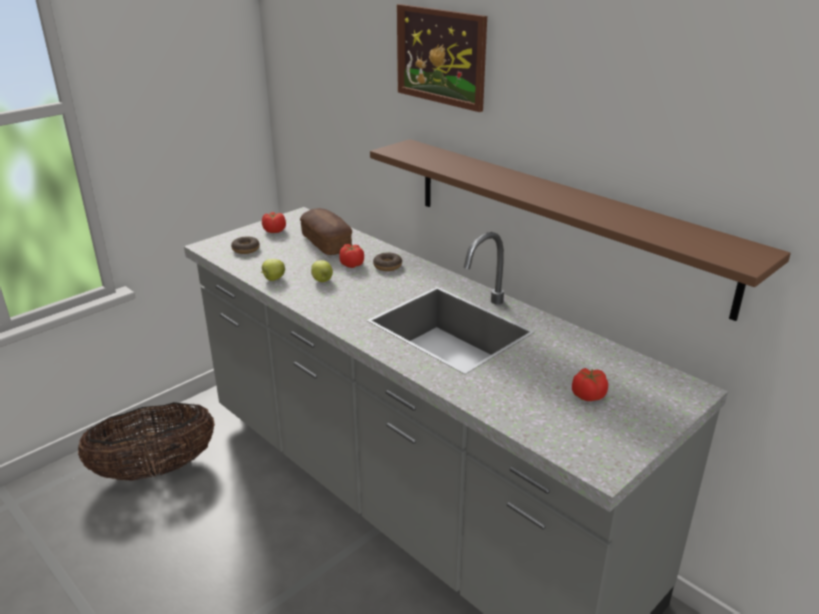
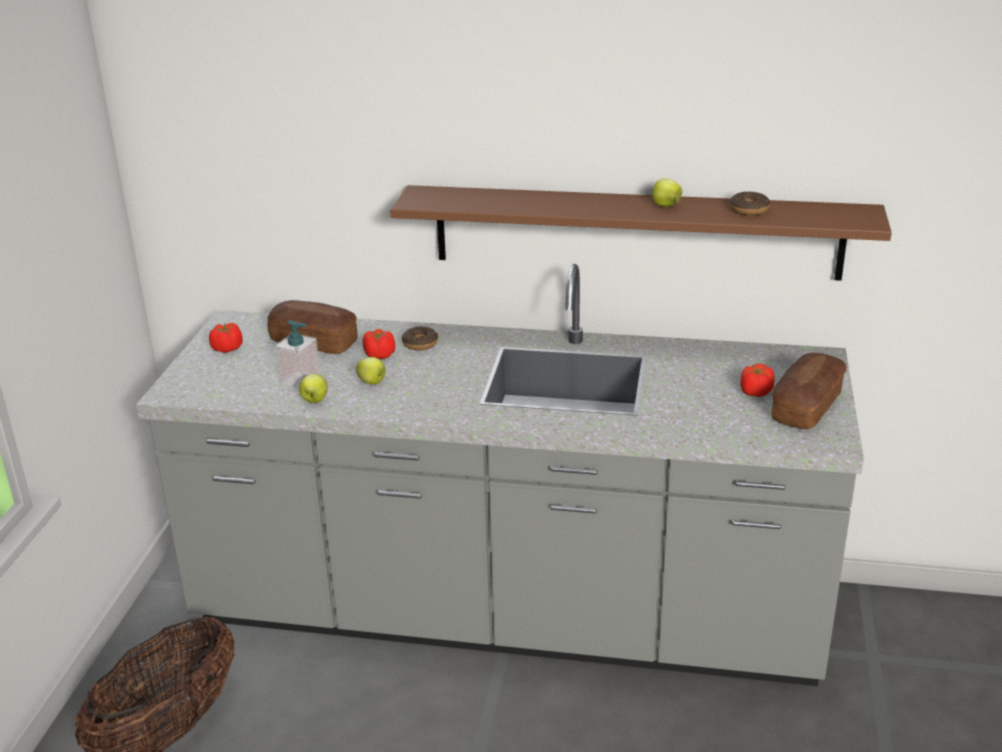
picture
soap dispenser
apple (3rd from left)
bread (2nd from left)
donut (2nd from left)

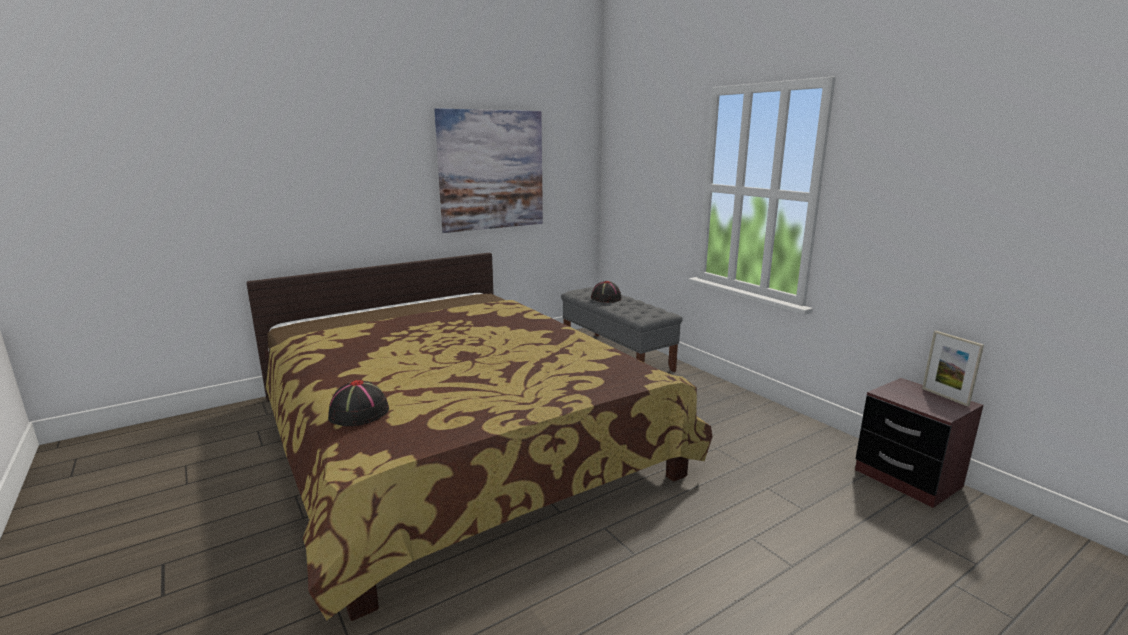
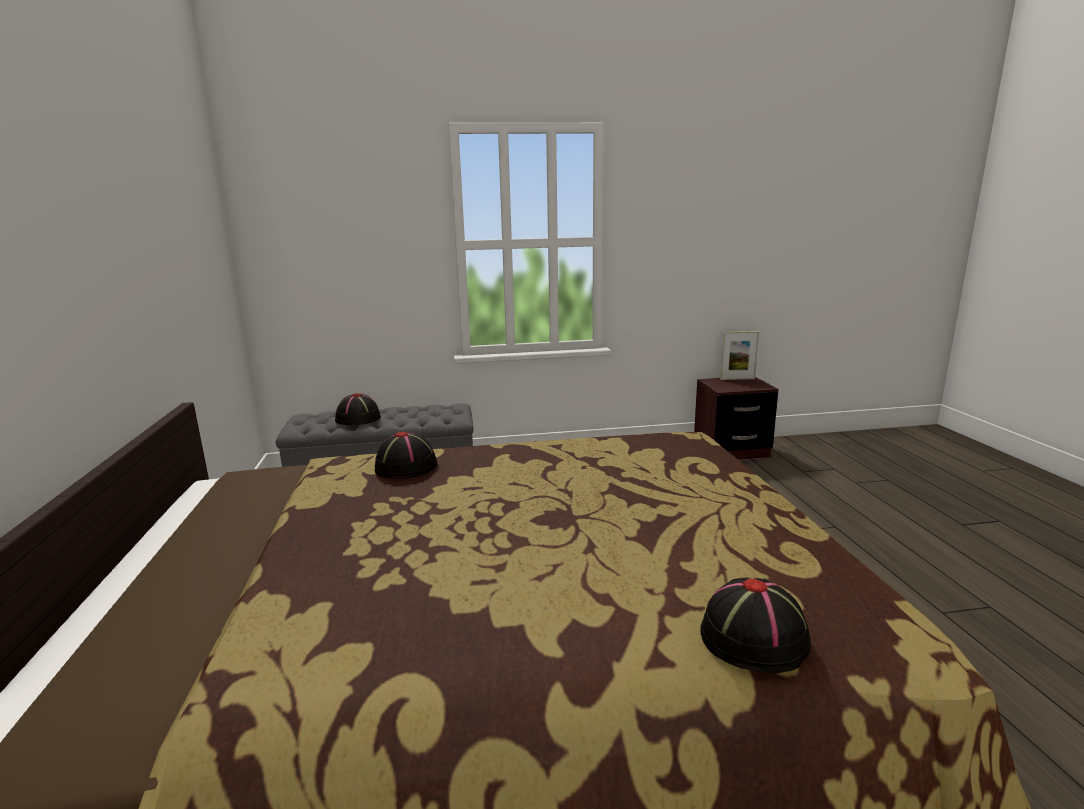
picture
hat (black) (2nd from left)

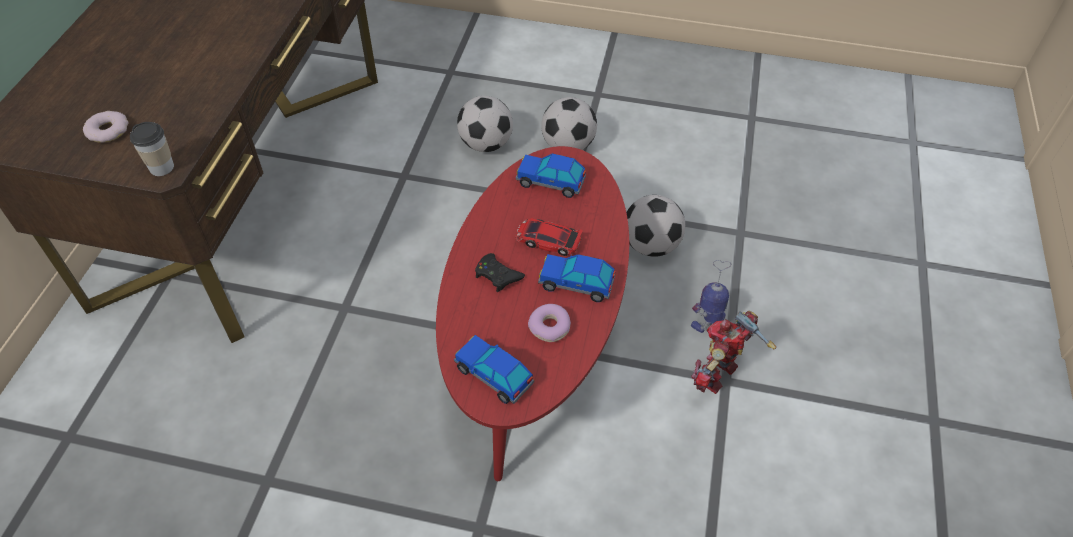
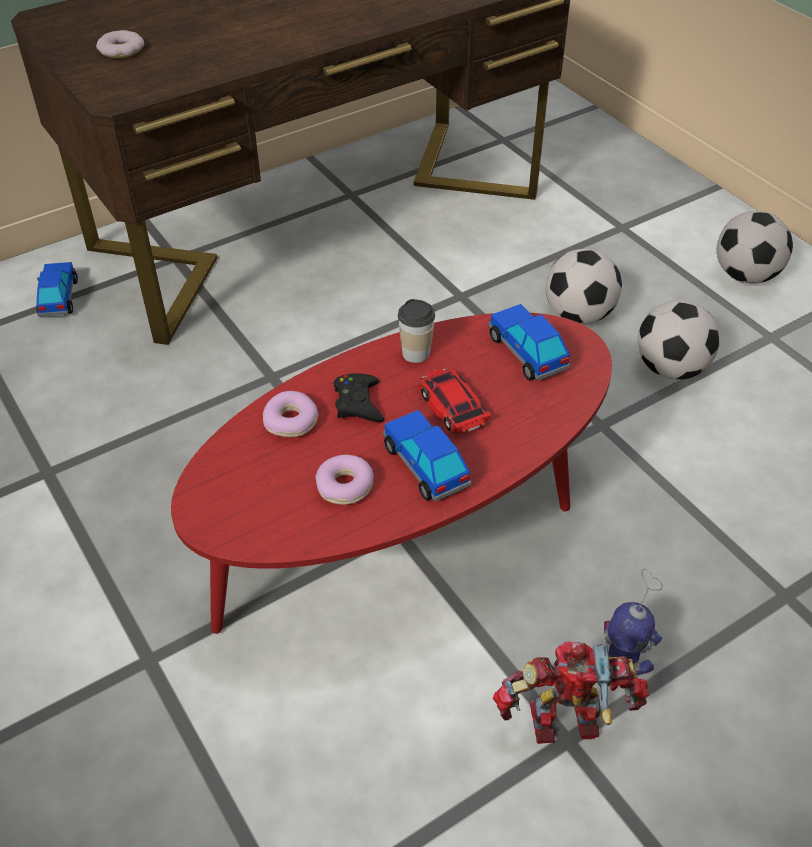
donut (2nd from left)
cup
toy car (1st from left)
football (3rd from left)

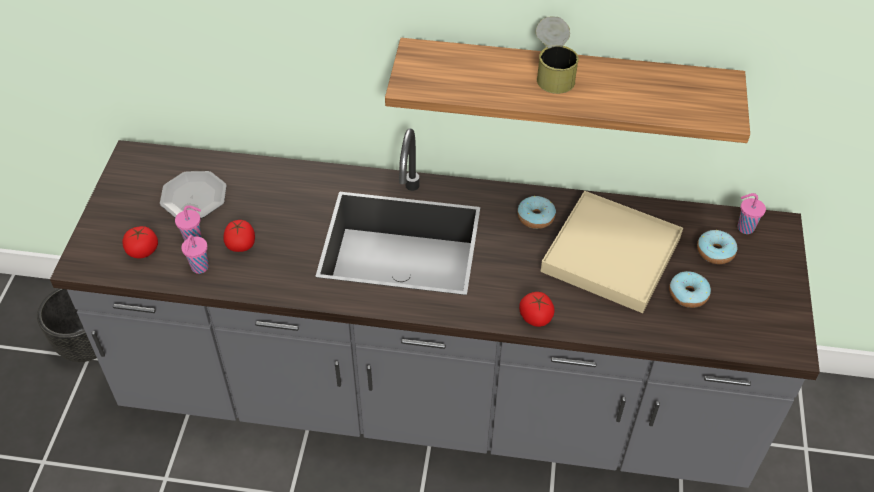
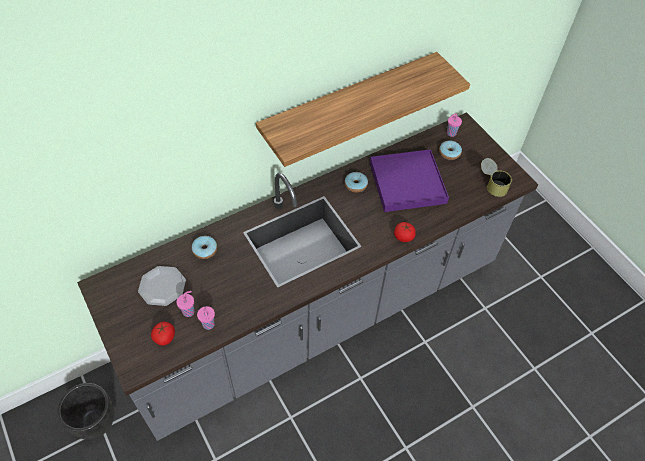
tomato (2nd from left in the first image)
can
donut (1st from left)
tray (purple)

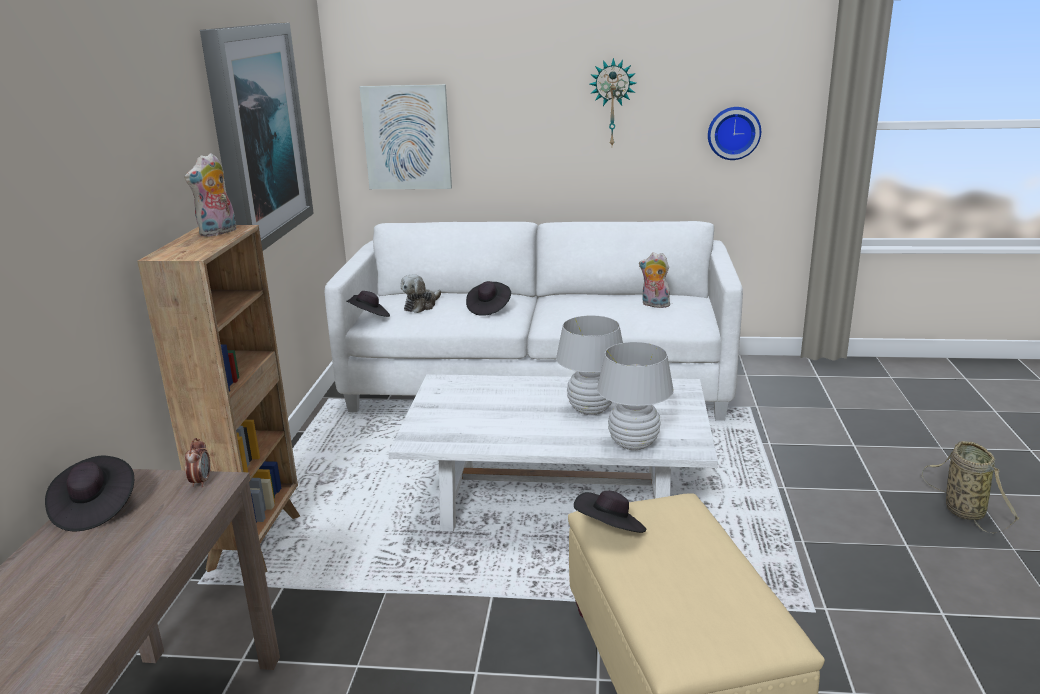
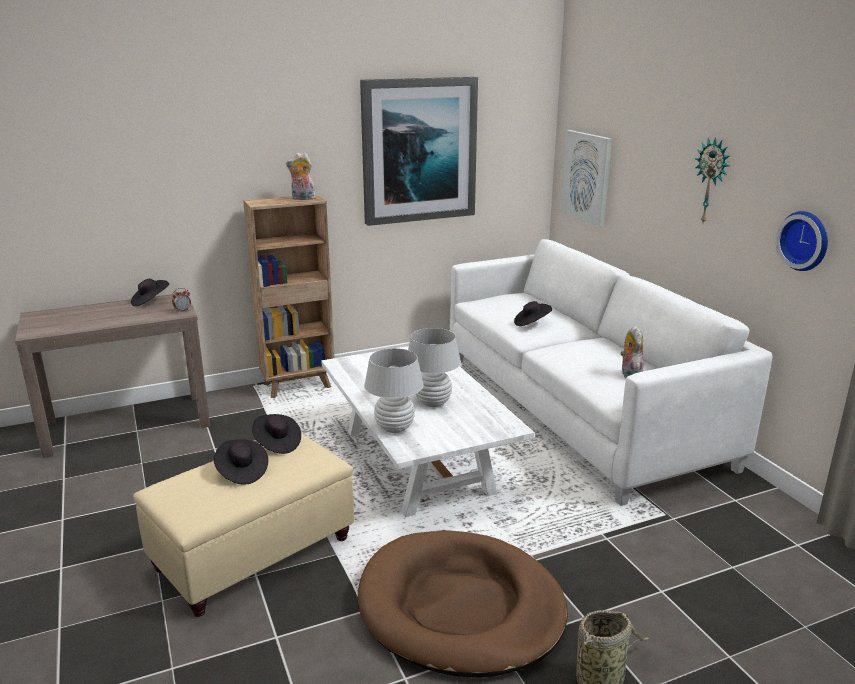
plush toy (2nd from left in the first image)
dog bed (brown)
hat (black) (2nd from left)

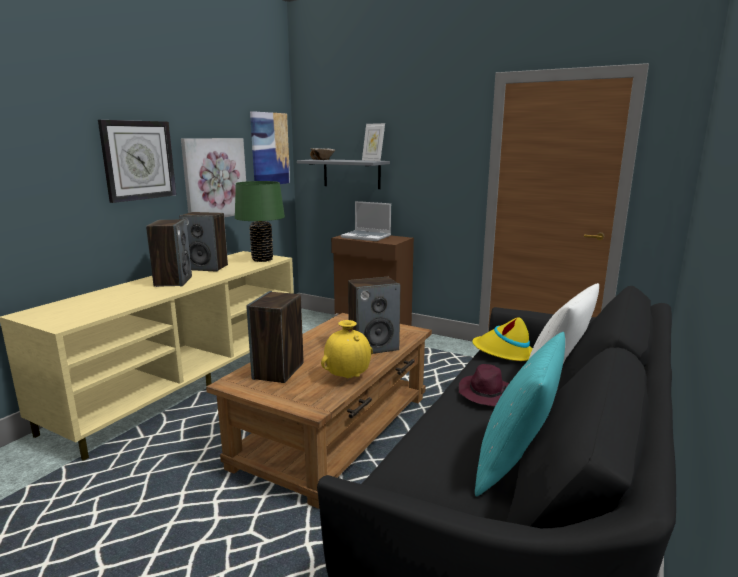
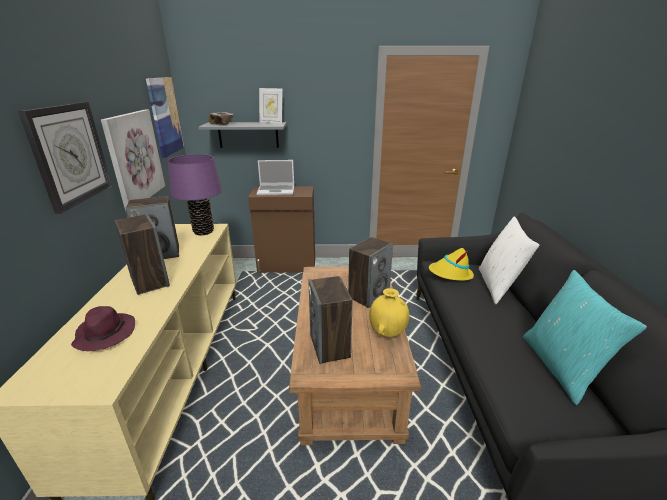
hat (purple)
table lamp (purple)

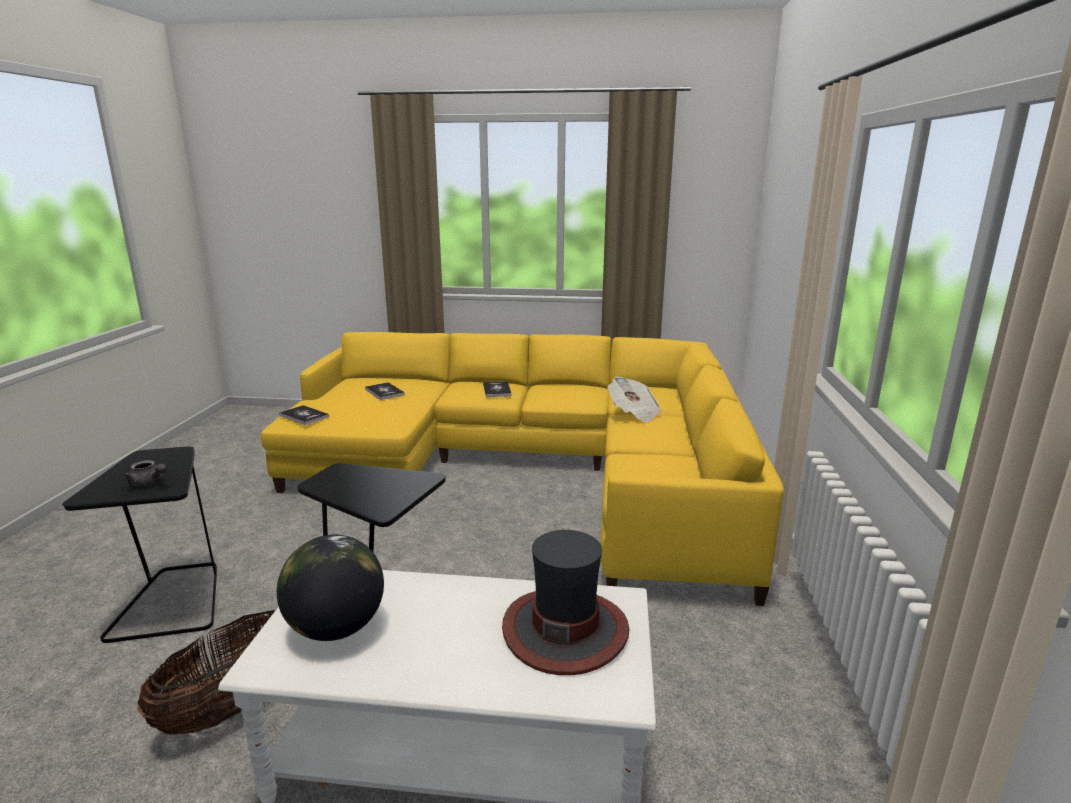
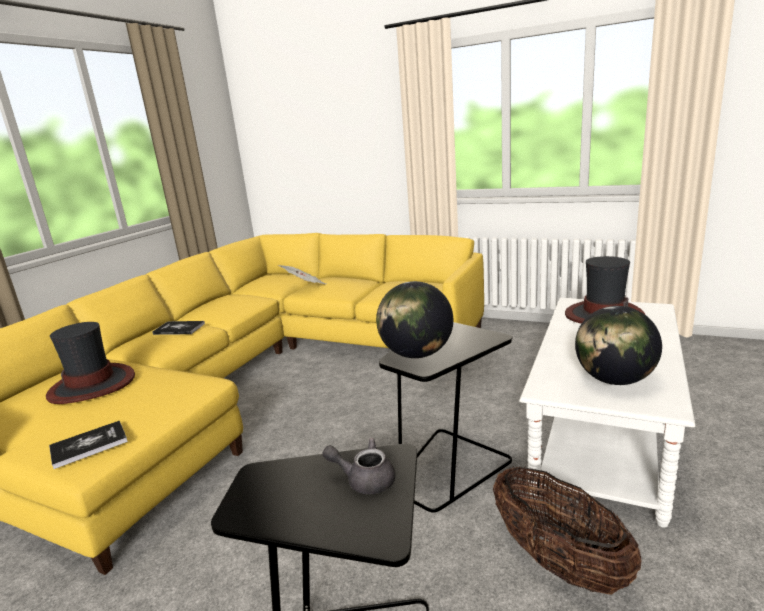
globe (1st from left)
hat (1st from left)
teapot (grey)

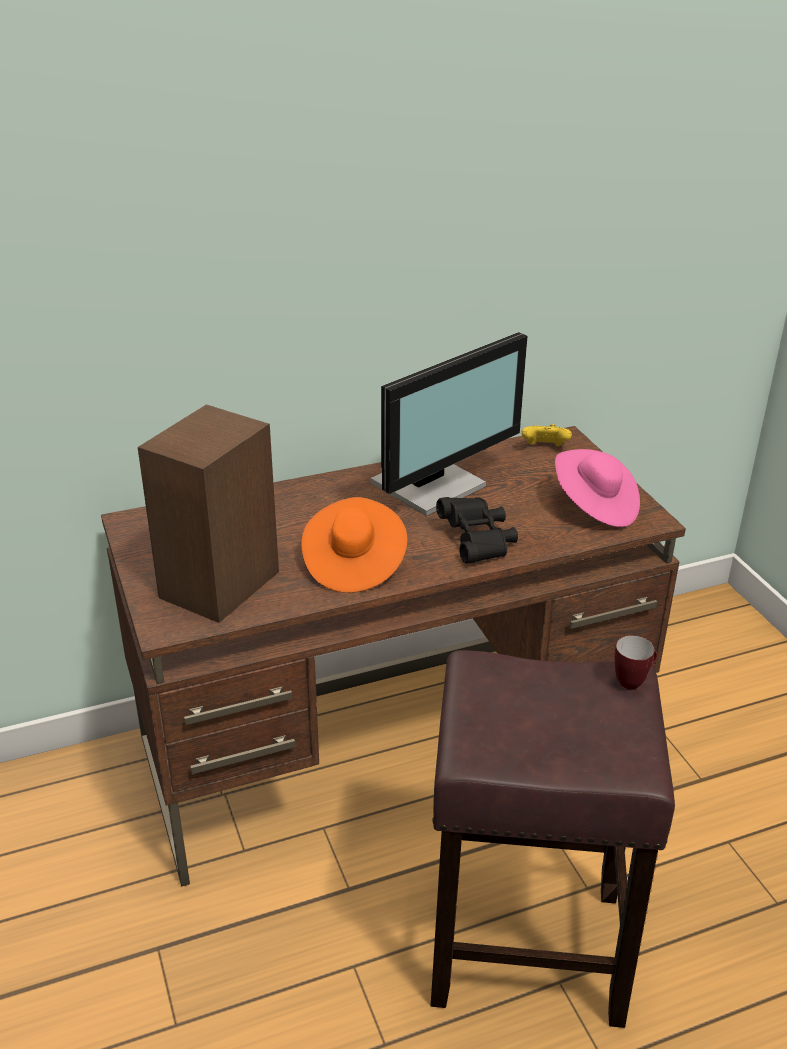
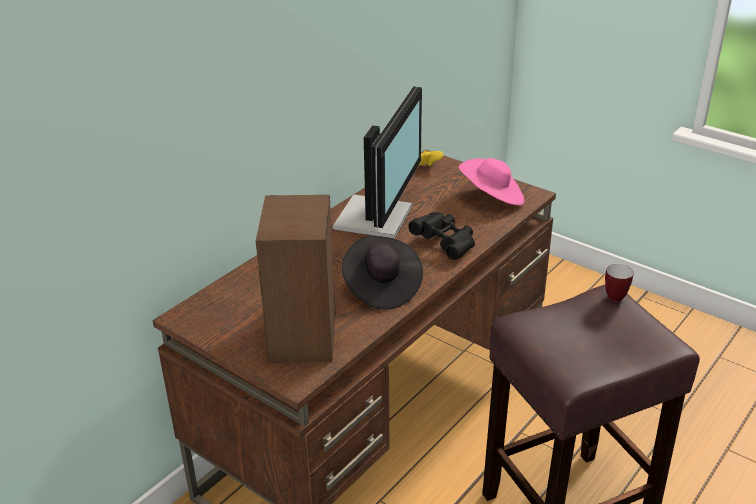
hat (black)

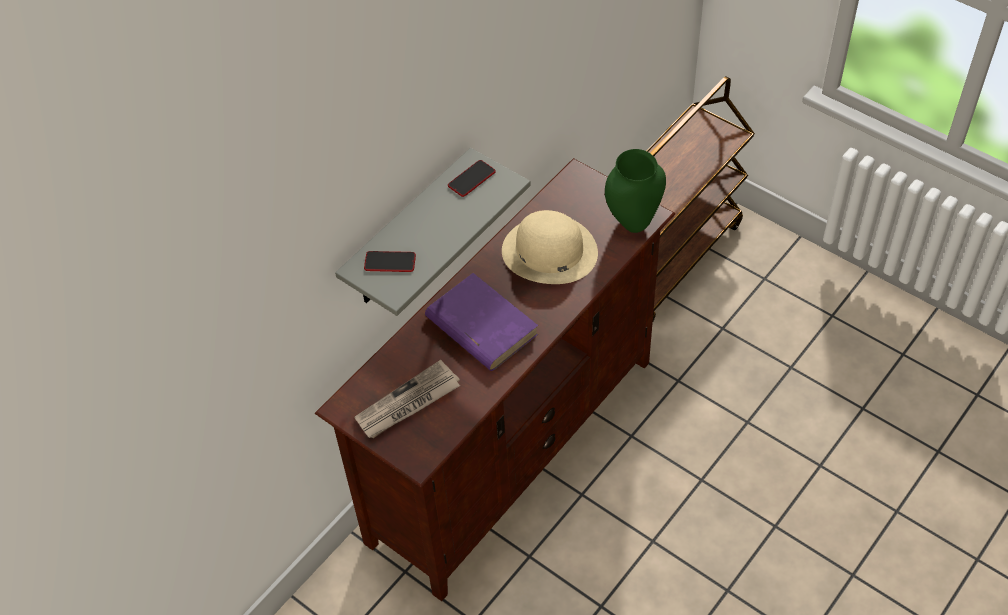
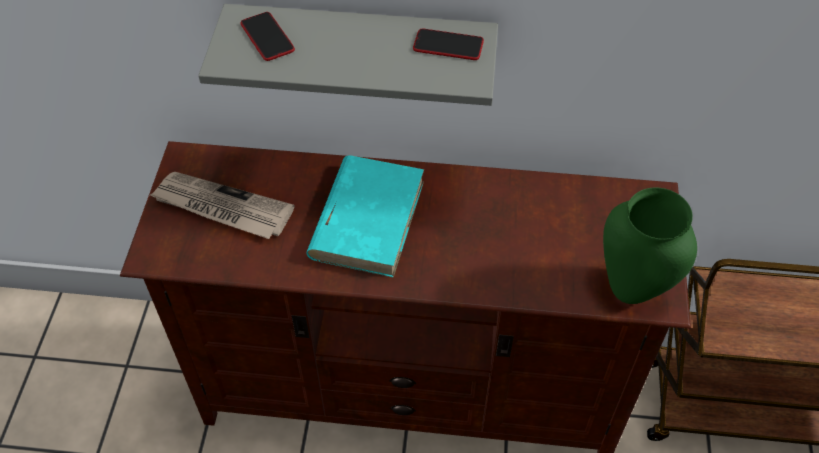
hat (beige)
book (turquoise)

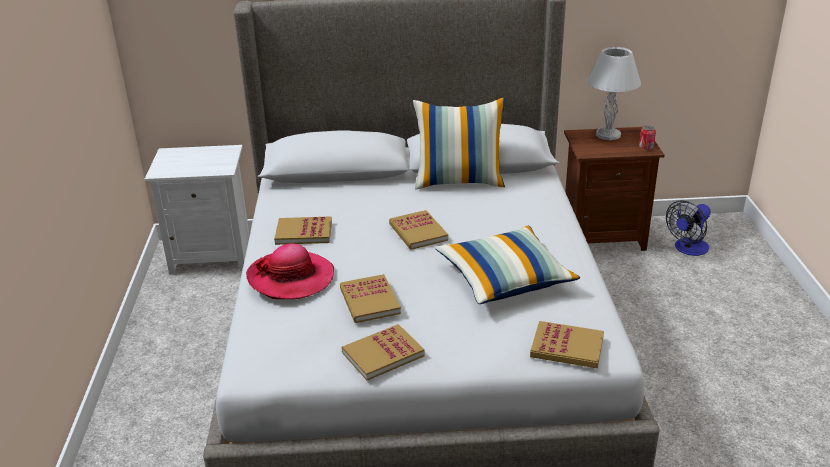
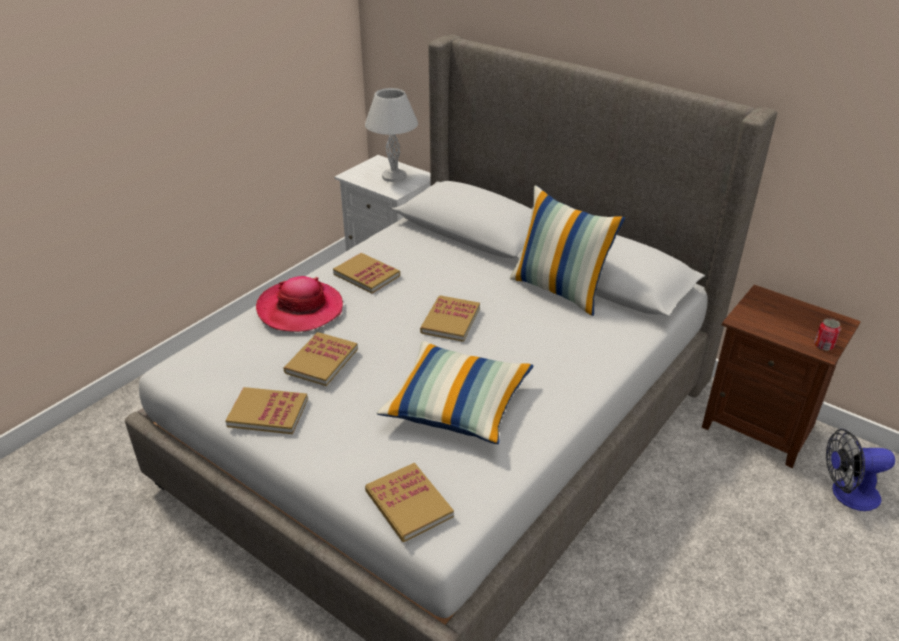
table lamp (white)

